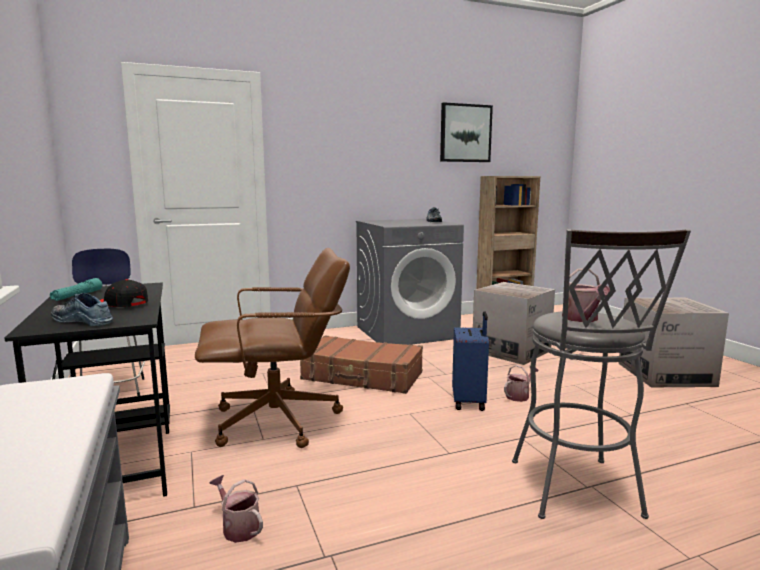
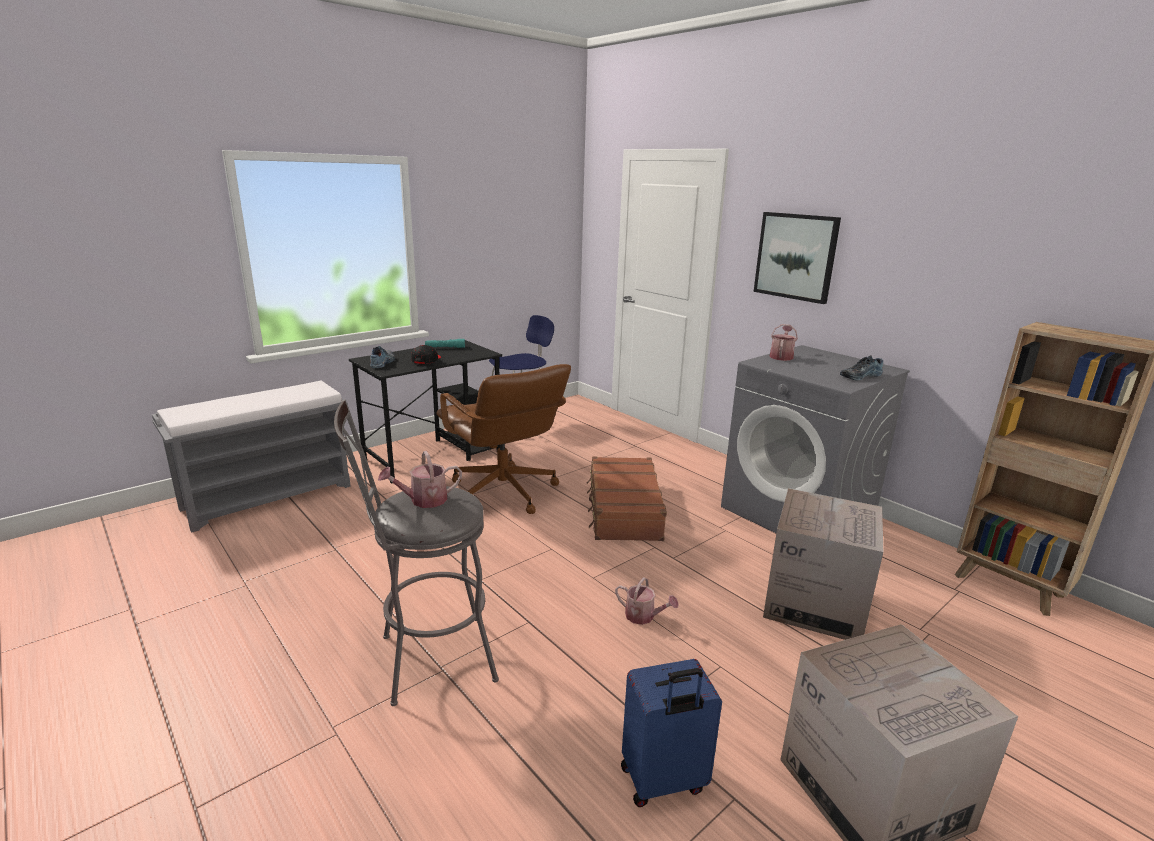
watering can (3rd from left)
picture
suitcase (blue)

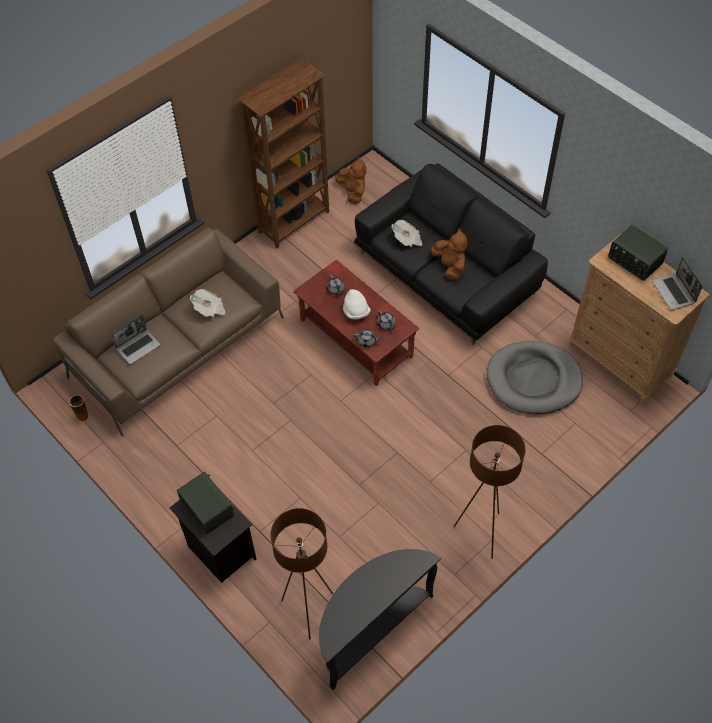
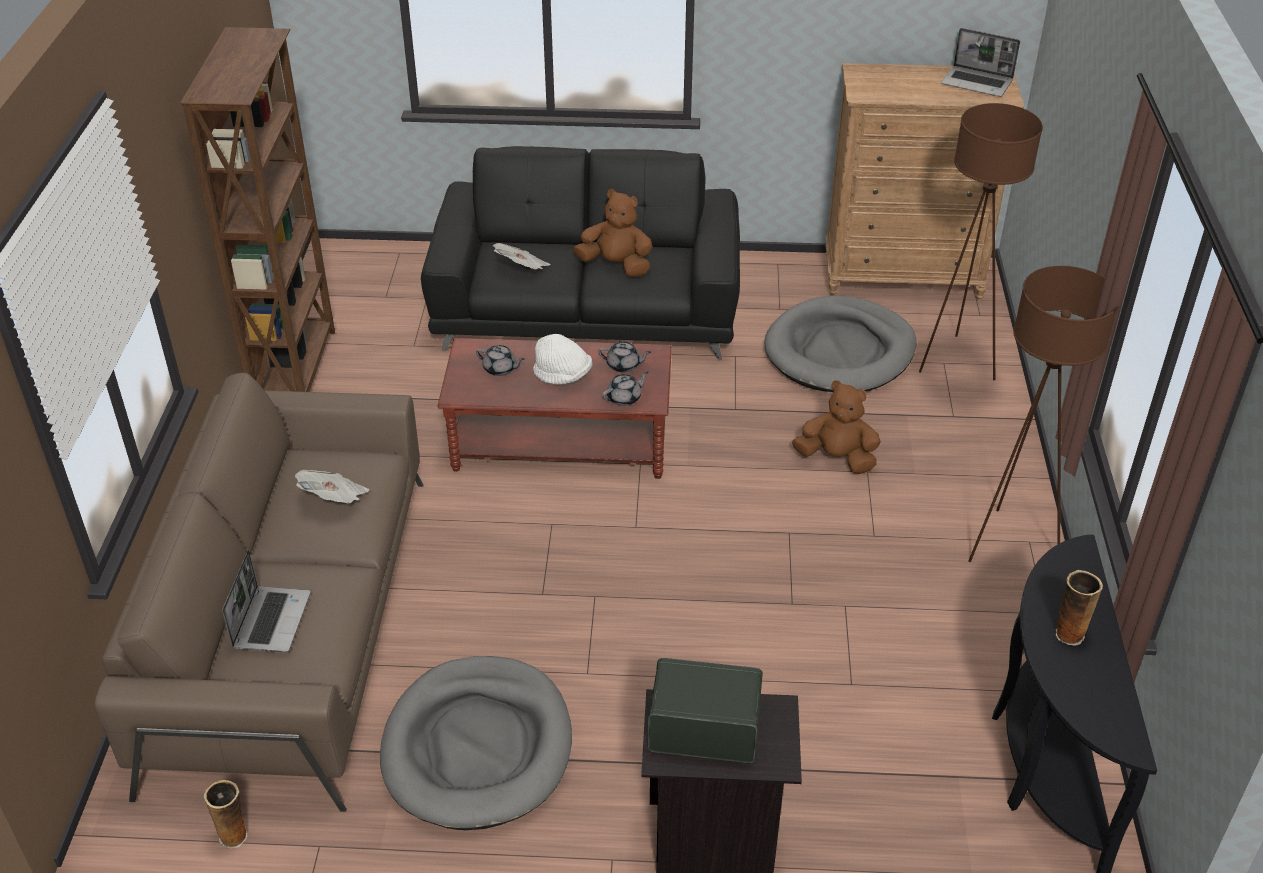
radio (2nd from left in the first image)
dog bed (grey) (1st from left)
vase (2nd from left)
floor lamp (brown) (1st from left)
plush toy (brown) (2nd from left)

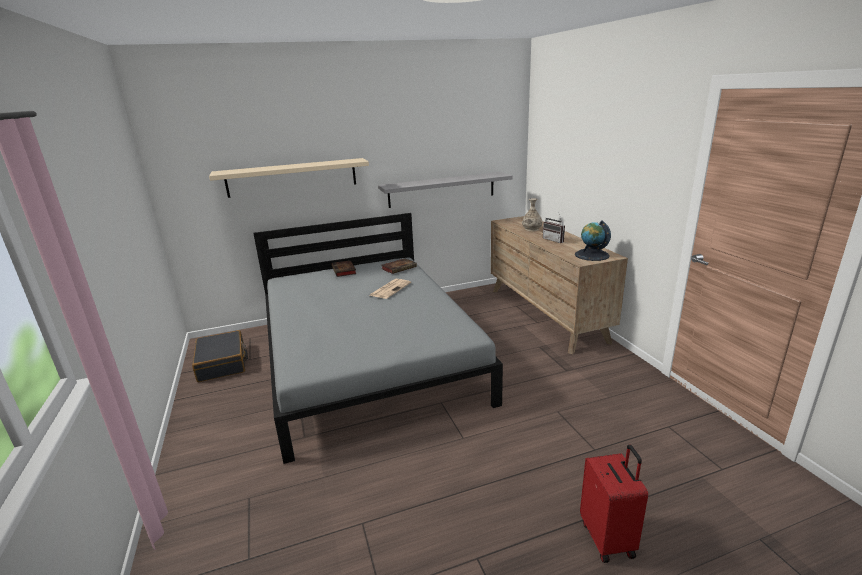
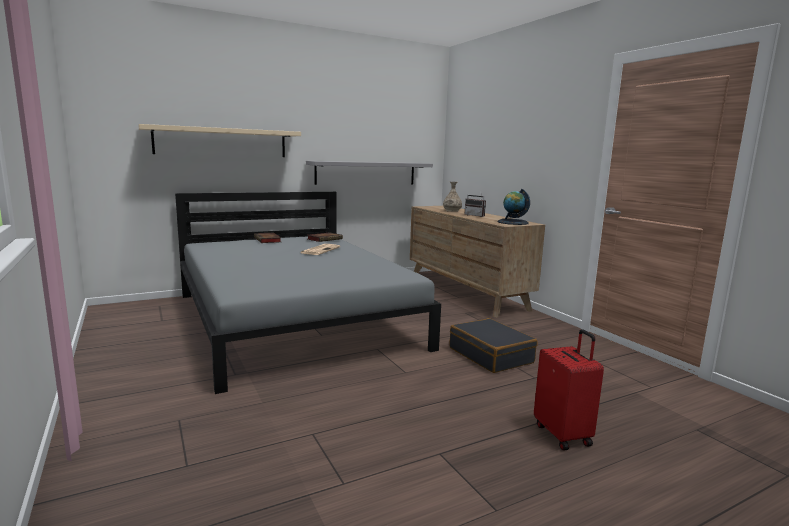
suitcase (black)

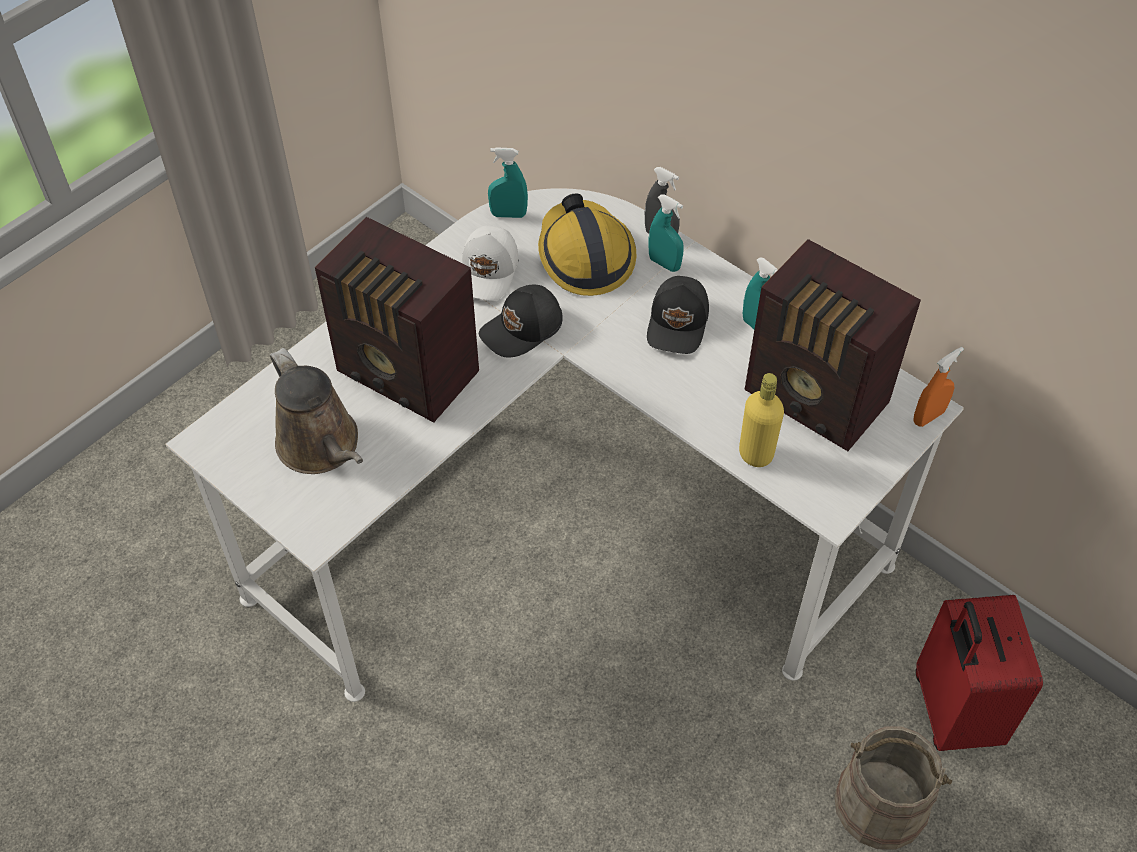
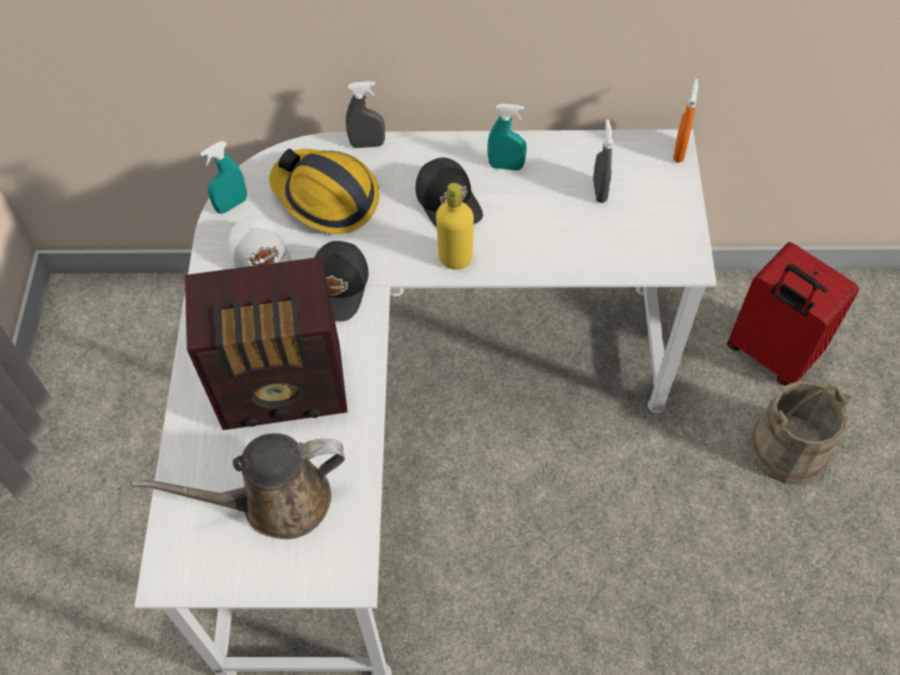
spray bottle (turquoise) (2nd from left in the first image)
bottle (yellow)
spray bottle (grey) (2nd from left)
watering can (brown)

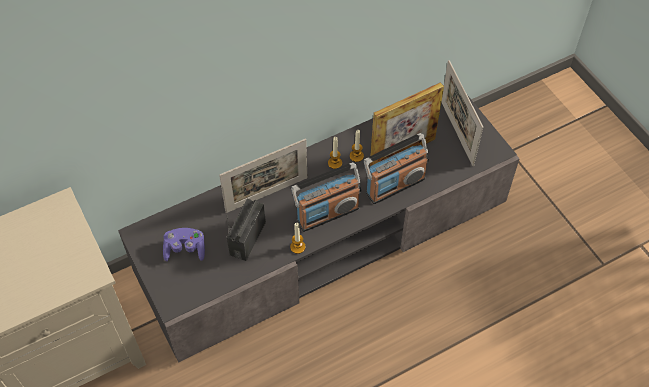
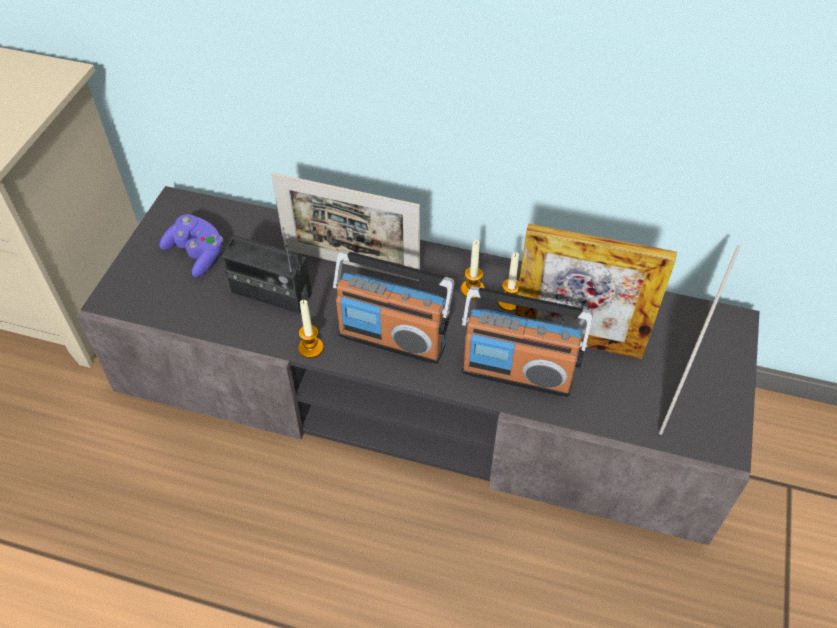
radio (1st from left)

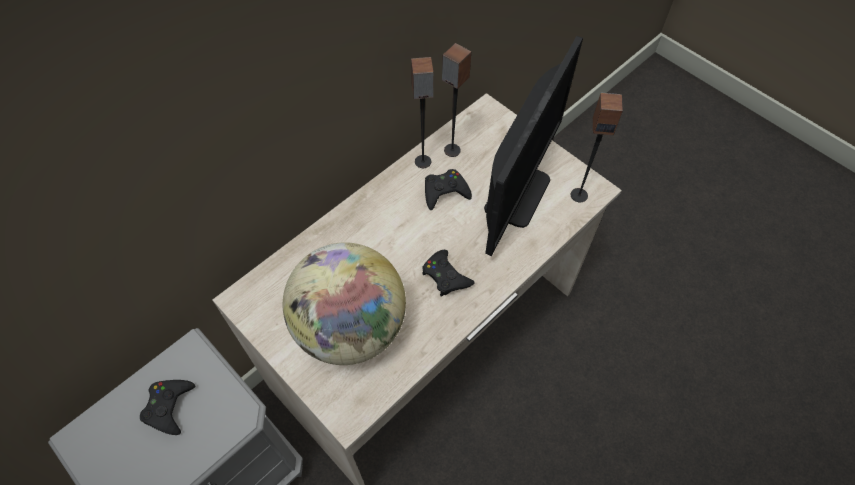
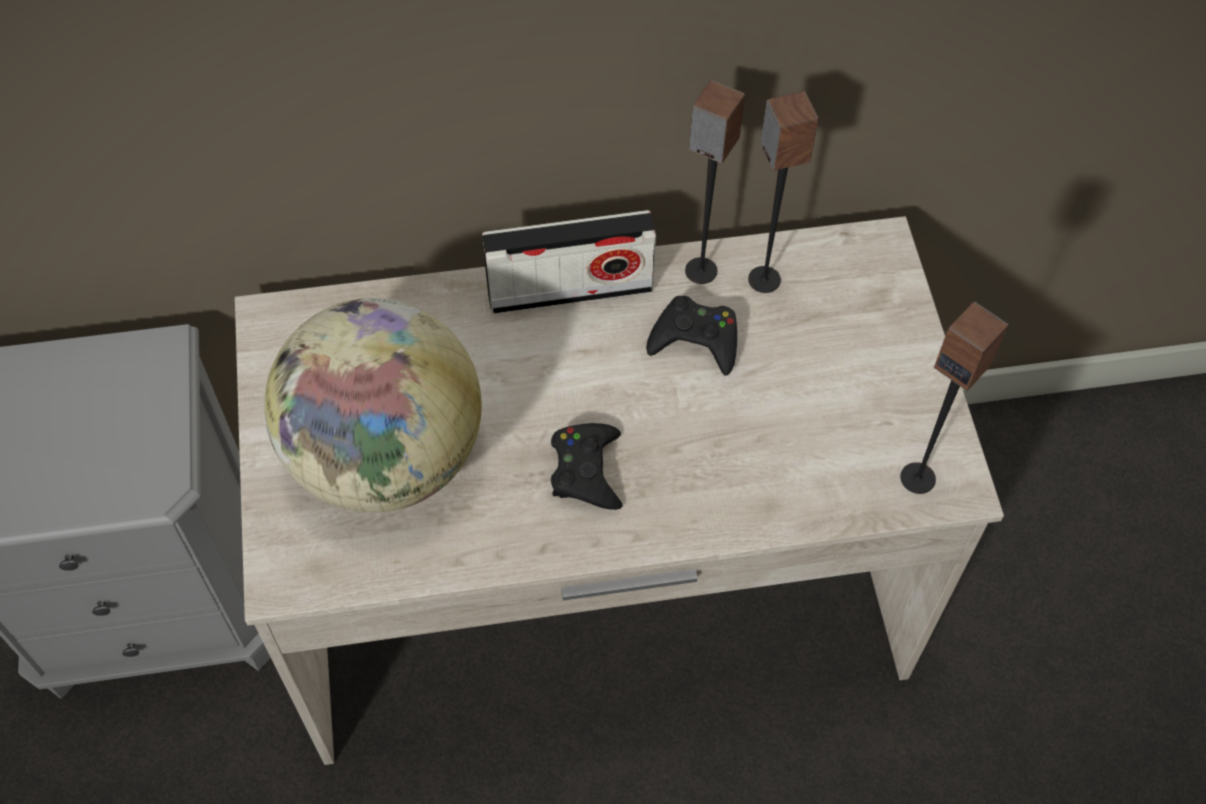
game controller (black) (1st from left in the first image)
monitor
radio

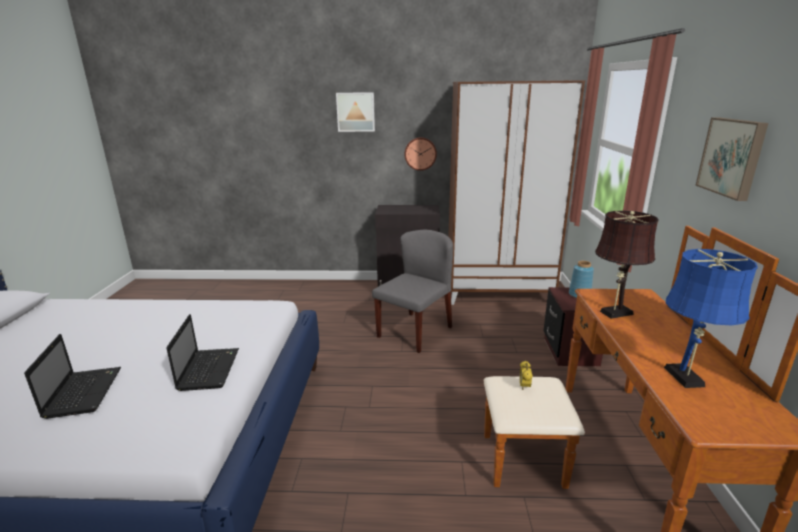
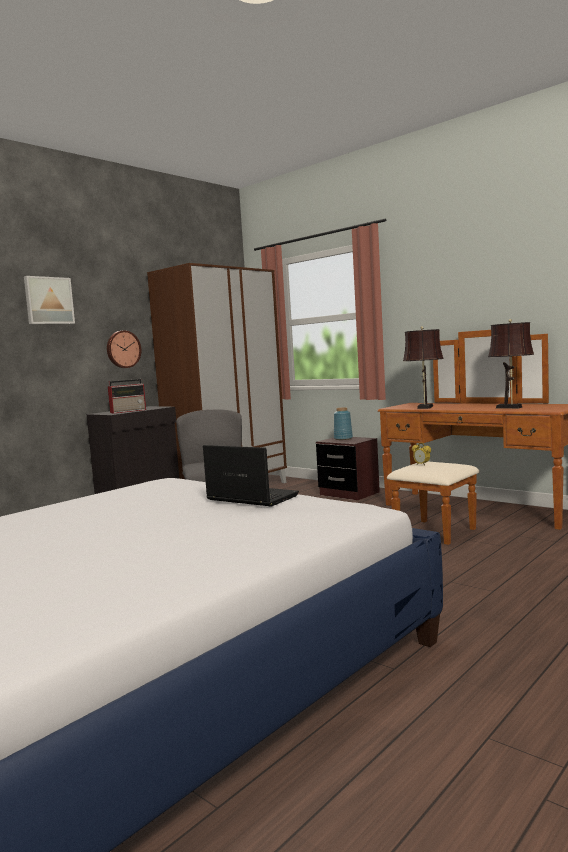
laptop (1st from left in the first image)
picture (2nd from left in the first image)
radio
table lamp (brown) (2nd from left)

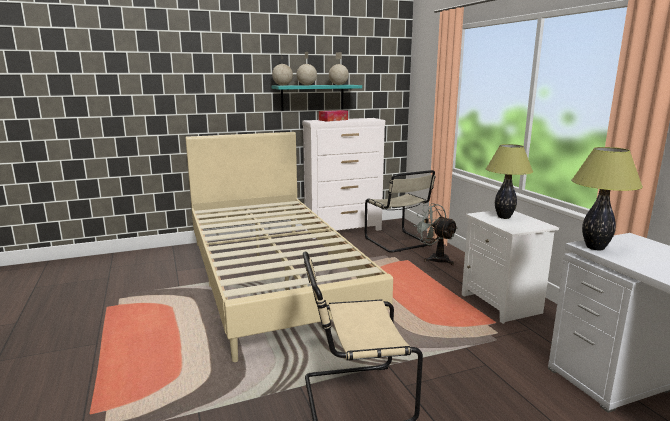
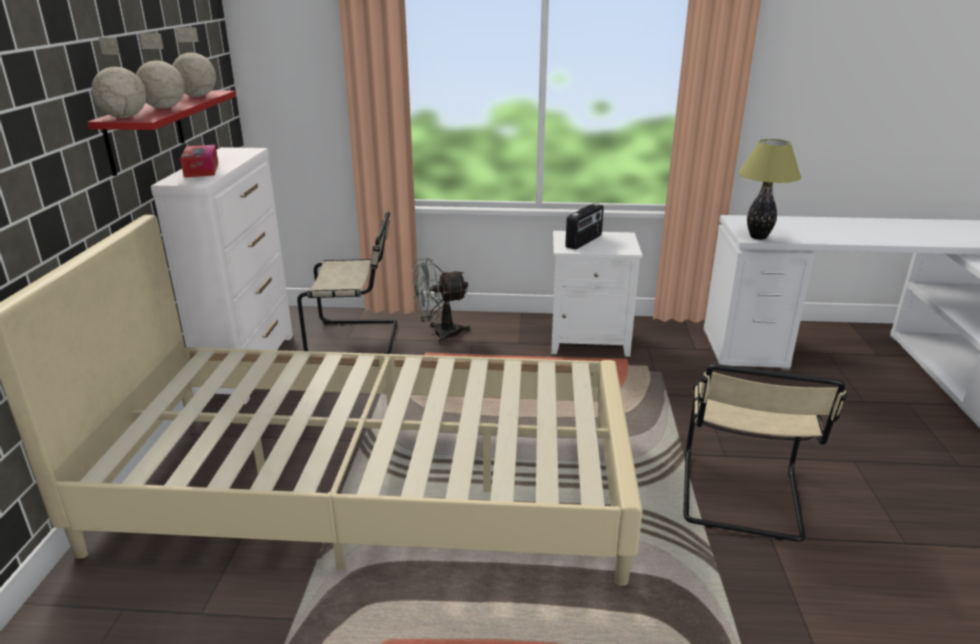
radio
shelf (red)

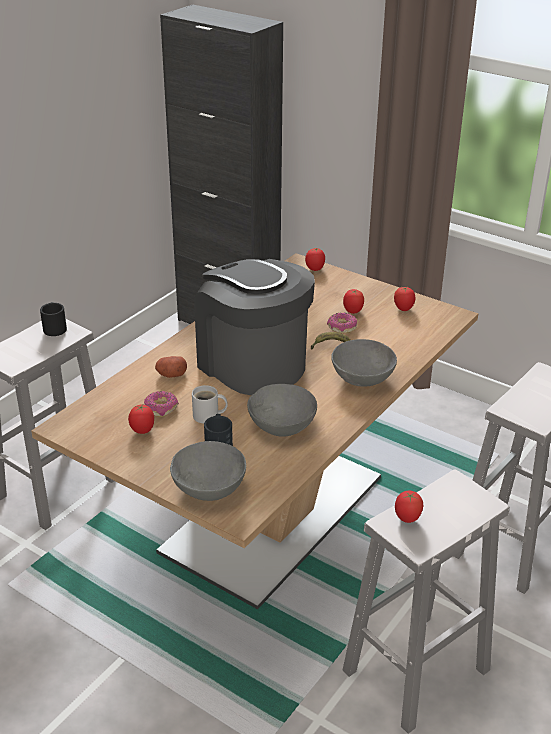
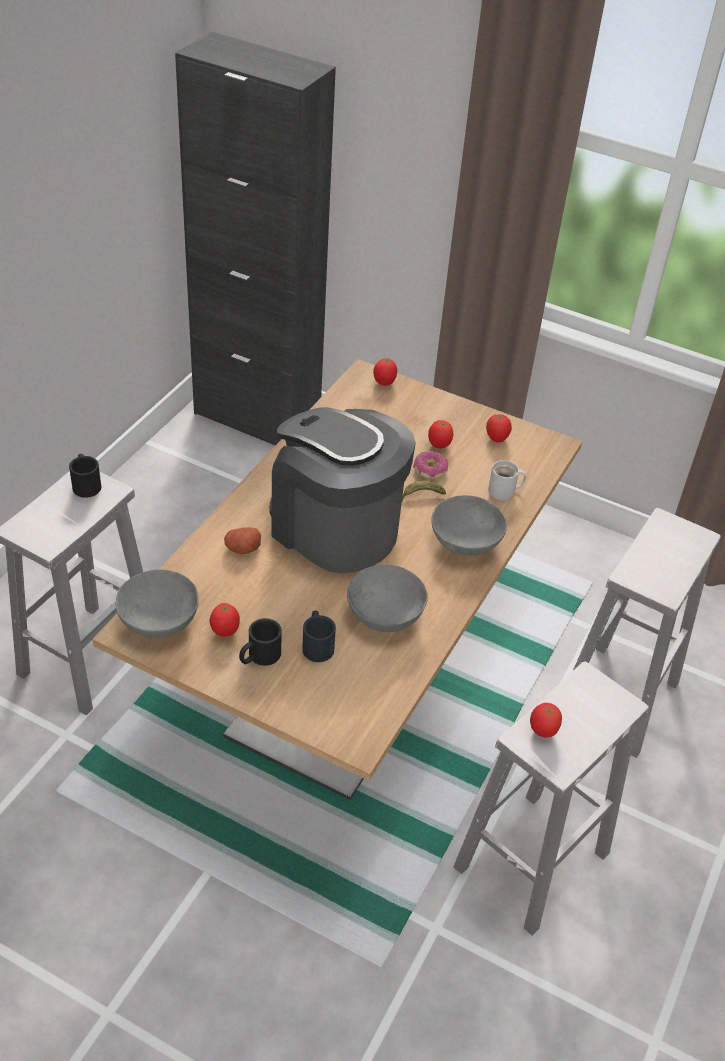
donut (1st from left in the first image)
mug (black) (2nd from left)
bowl (grey) (1st from left)
mug (white)

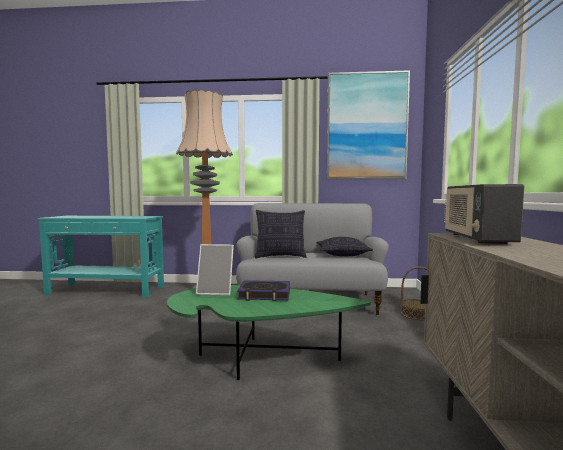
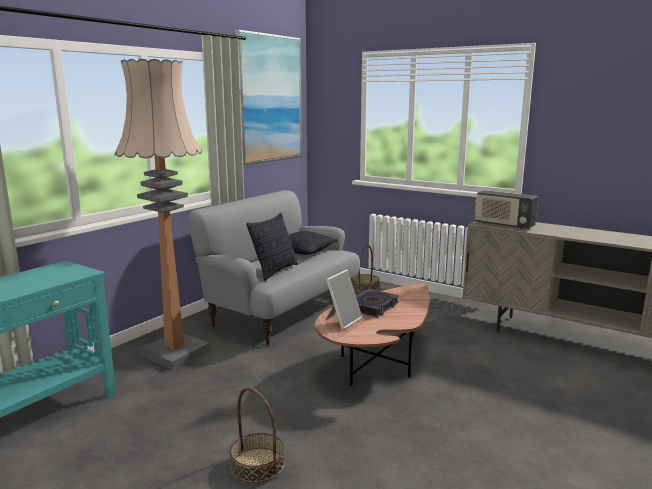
basket (1st from left)
coffee table (brown)

